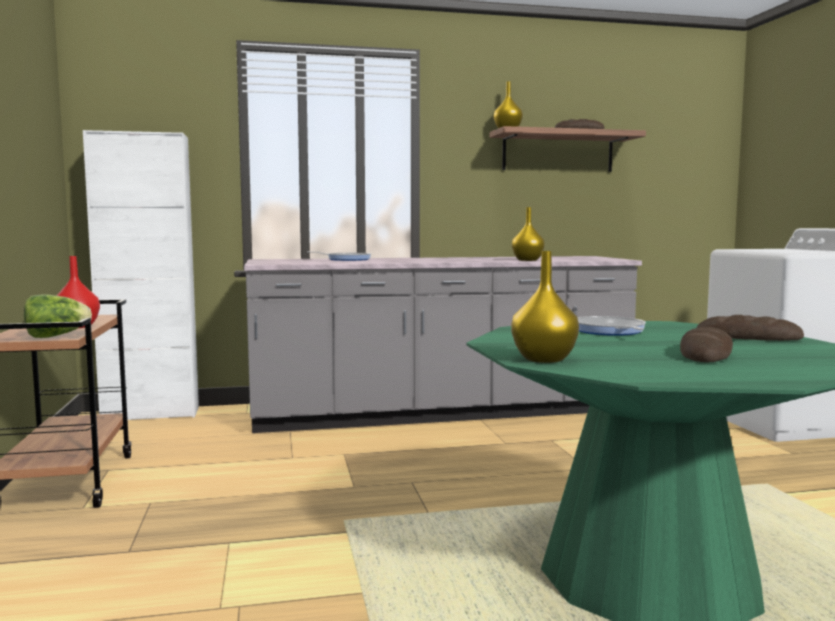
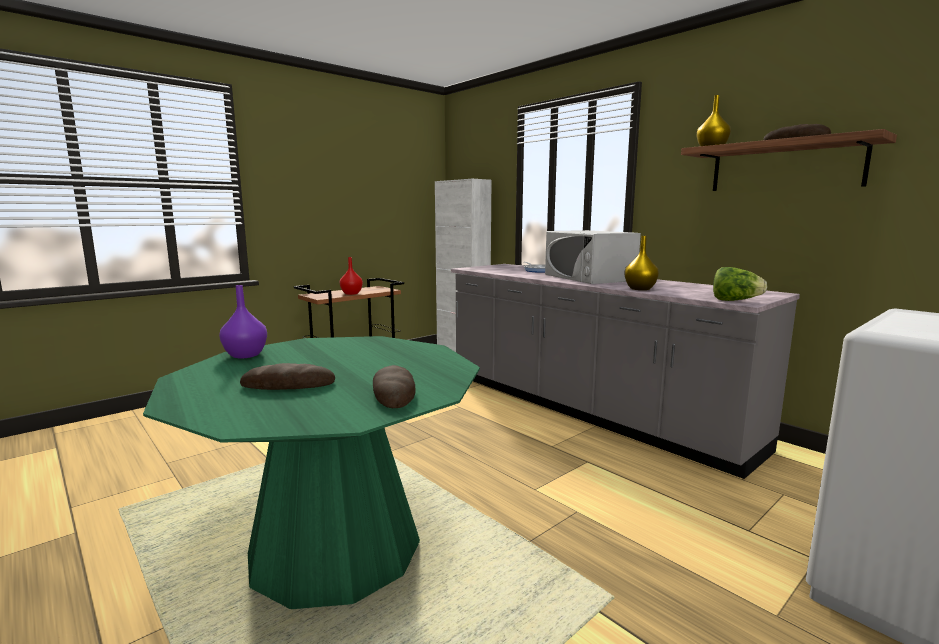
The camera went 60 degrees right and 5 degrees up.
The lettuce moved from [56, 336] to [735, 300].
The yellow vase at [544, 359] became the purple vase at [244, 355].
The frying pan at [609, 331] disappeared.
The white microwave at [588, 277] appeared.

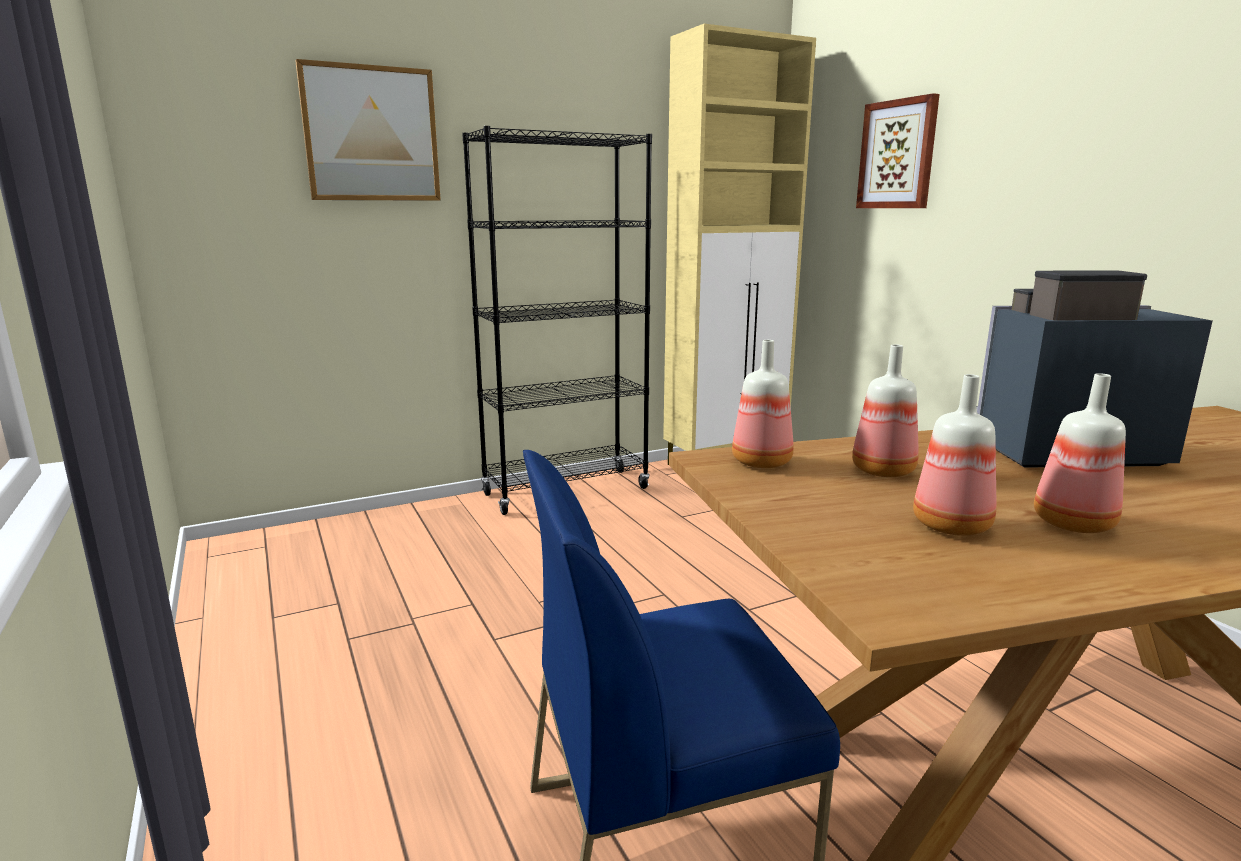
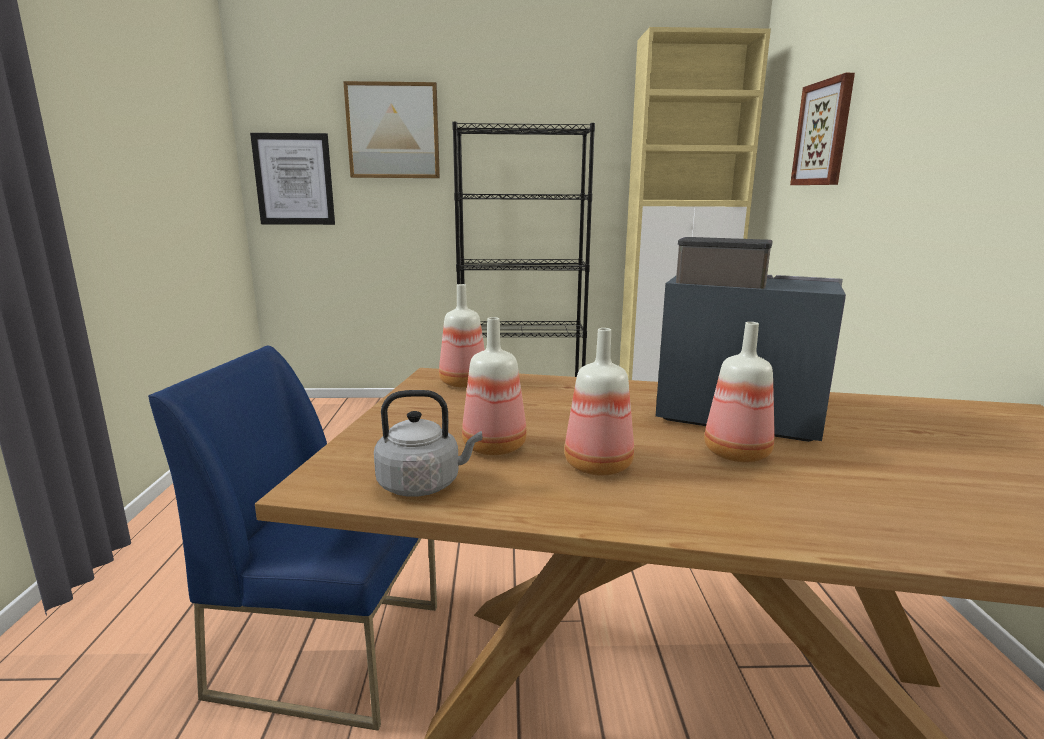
The camera went 25 degrees right and 0 degrees up.
The bottle moved from [881, 470] to [736, 452].
The picture at [294, 179] appeared.
The grey kettle at [423, 485] appeared.

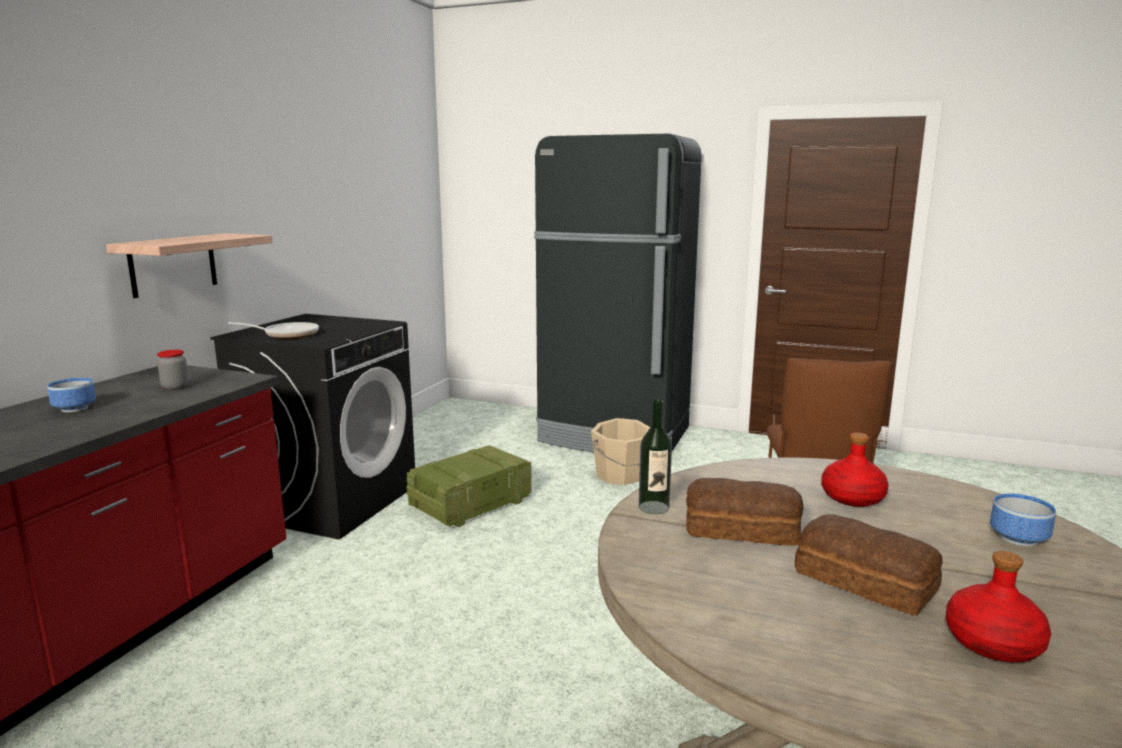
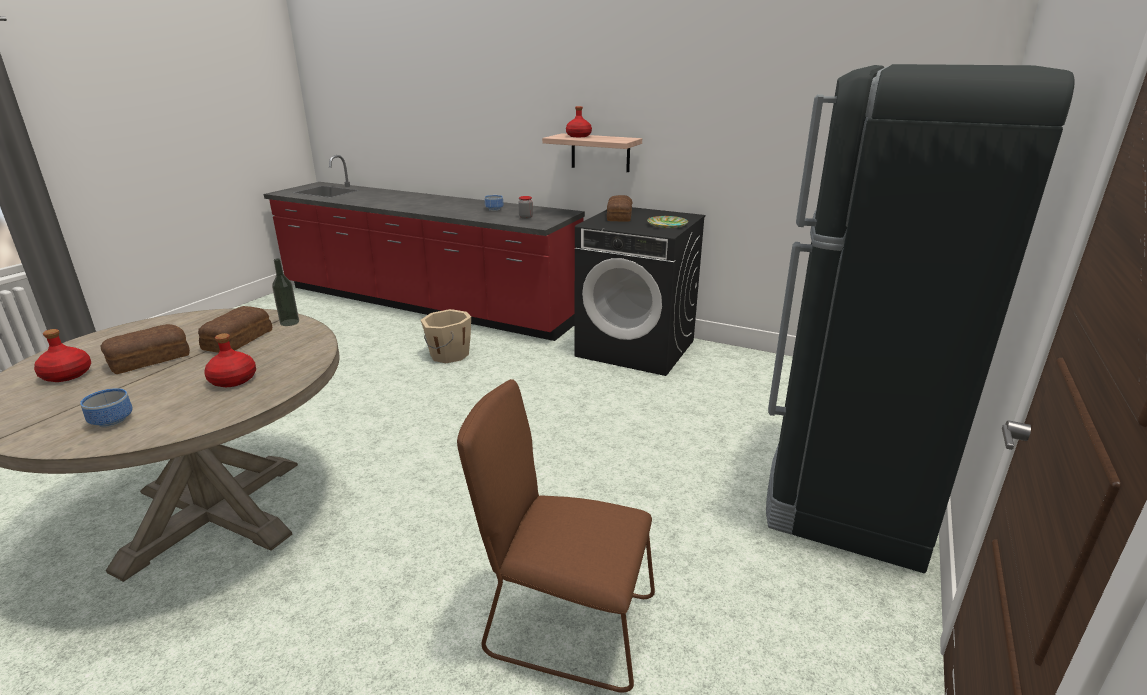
The camera went 95 degrees right and 10 degrees up.
The frying pan at [287, 334] was replaced by the bread at [620, 216].
The crate at [472, 503] disappeared.
The beige bucket moved from [621, 476] to [448, 355].
The red bottle at [579, 136] appeared.
The plate at [667, 224] appeared.

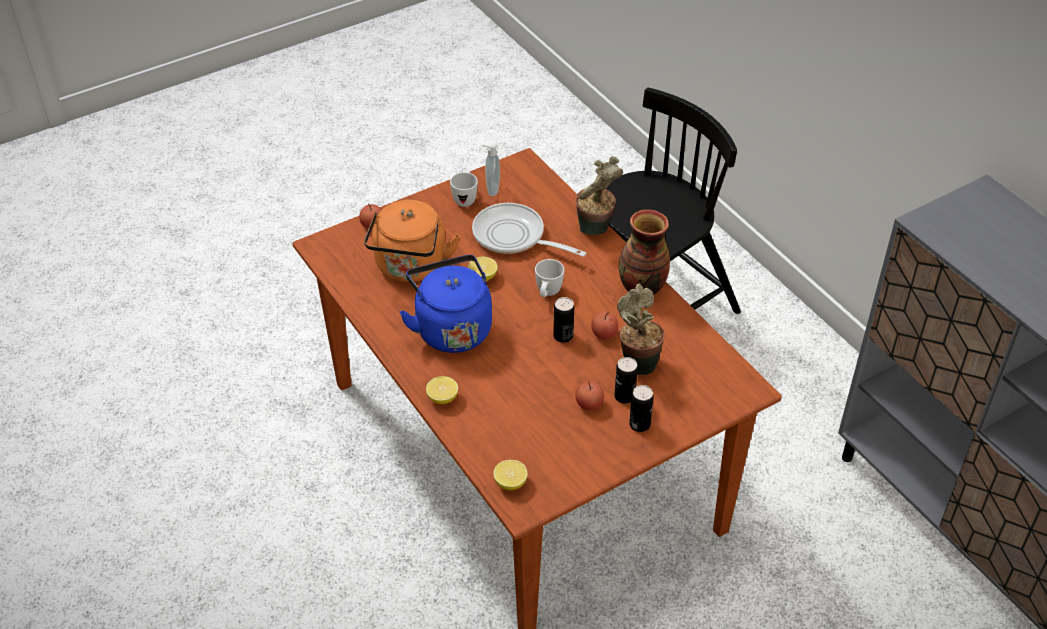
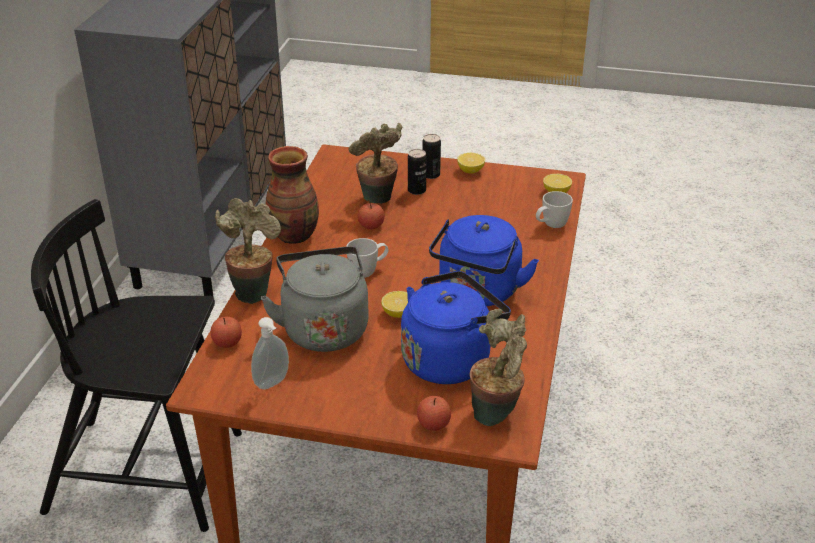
The camera went 135 degrees left and 10 degrees down.
The orange kettle at [410, 268] became the blue kettle at [449, 359].
The lemon moved from [442, 398] to [470, 171].
The white mug moved from [465, 198] to [550, 226].
The frying pan at [514, 237] was replaced by the grey kettle at [323, 328].
The can at [563, 336] disappeared.
The apple moved from [589, 404] to [227, 343].
The potted plant at [497, 414] appeared.

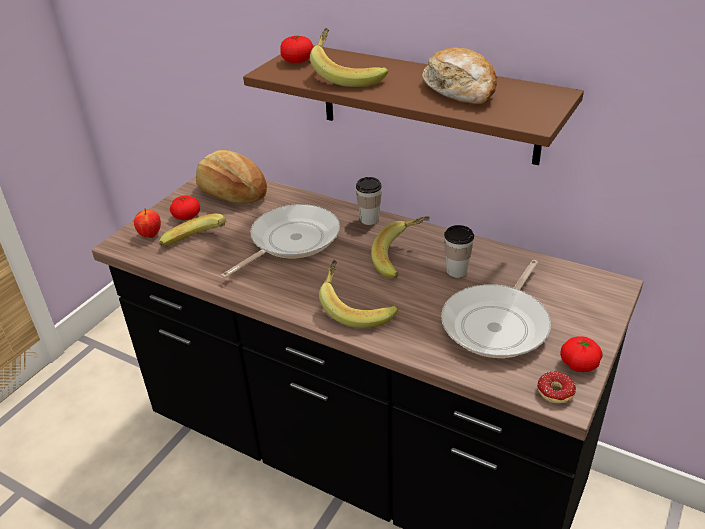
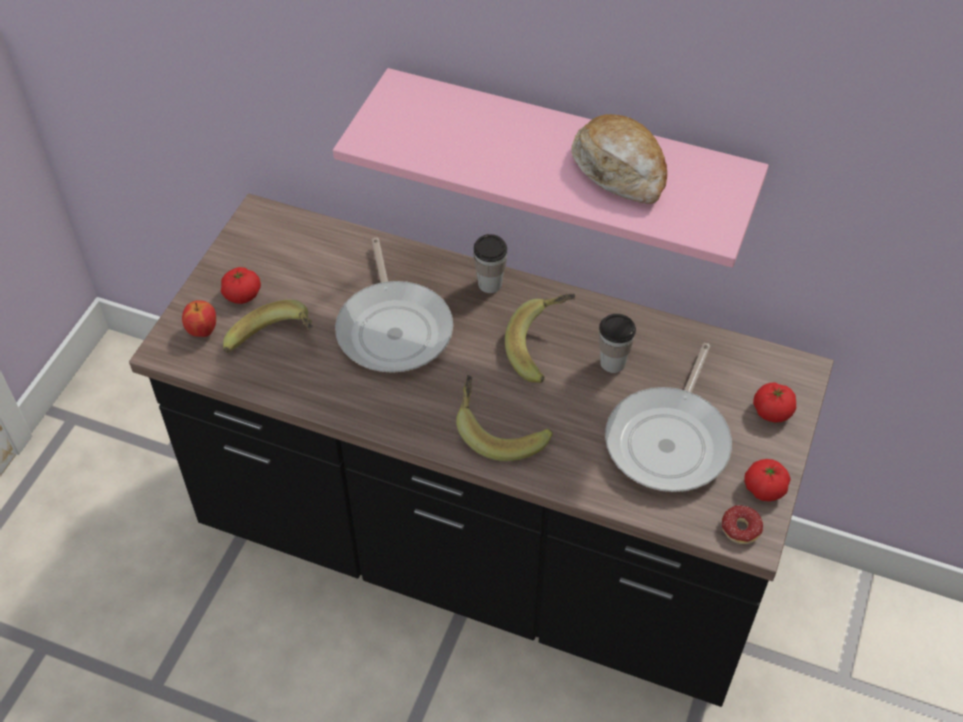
The camera went 10 degrees left and 15 degrees up.
The bread at [232, 193] disappeared.
The frying pan at [290, 241] turned 135 degrees clockwise.
The brown shelf at [427, 103] became the pink shelf at [568, 154].
The tomato moved from [297, 61] to [772, 411].
The banana at [347, 76] disappeared.

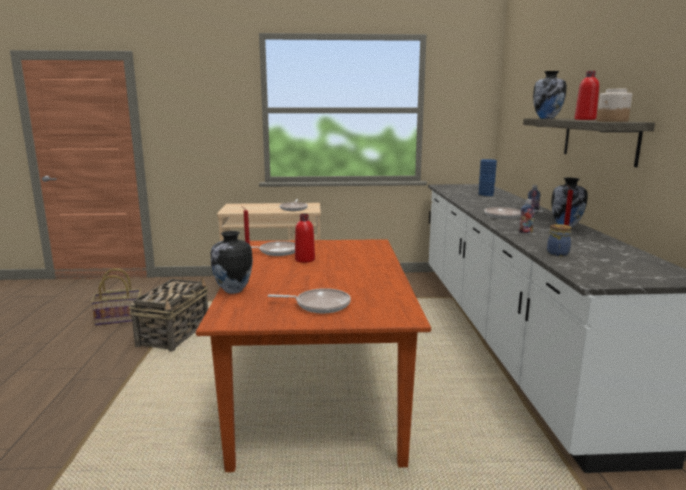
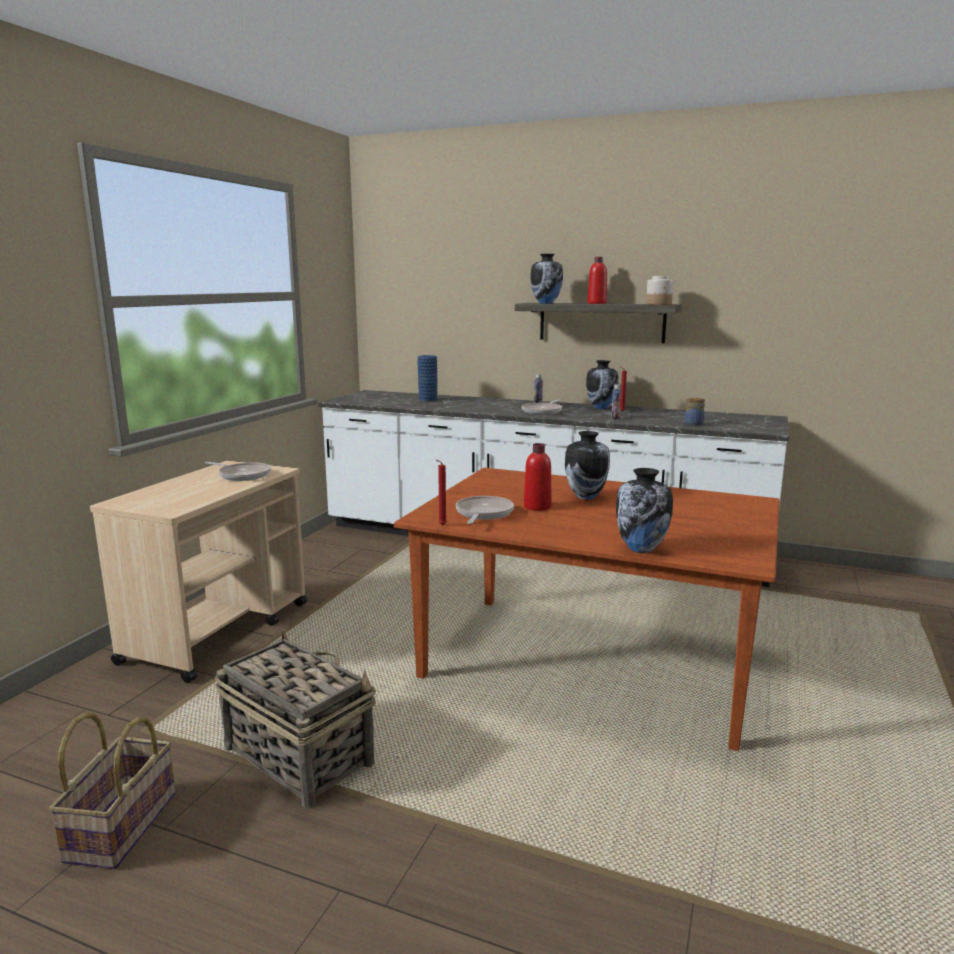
The camera went 65 degrees left and 0 degrees up.
The frying pan at [319, 305] disappeared.
The vase at [585, 496] appeared.

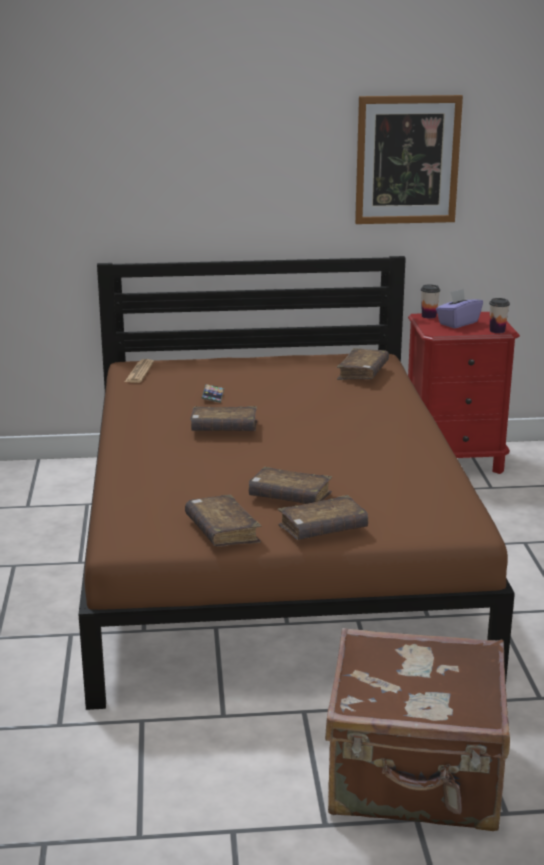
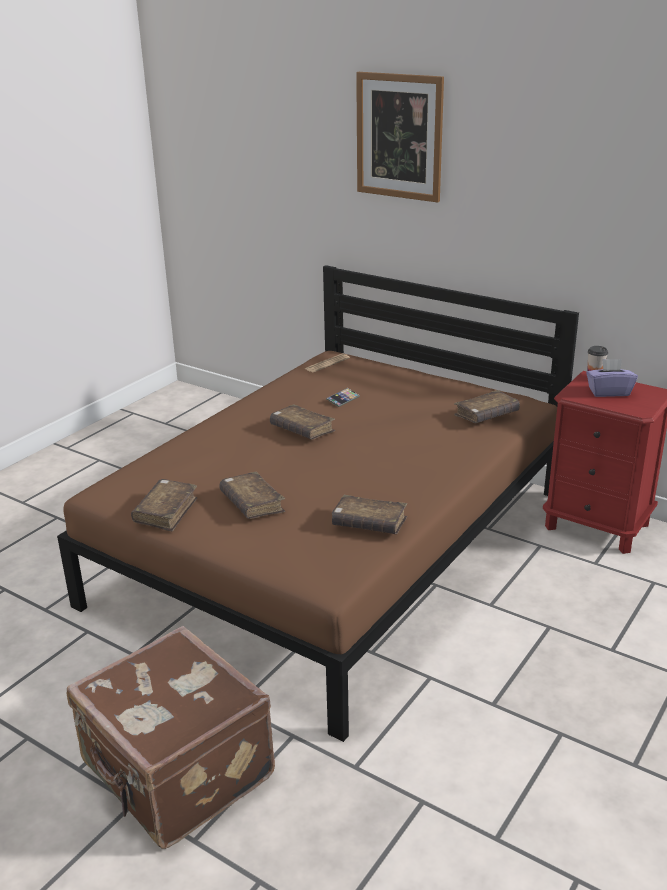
The camera went 40 degrees right and 5 degrees up.
The brown book moved from [322, 529] to [369, 524].
The picture moved from [407, 160] to [399, 136].
The cup at [497, 331] disappeared.

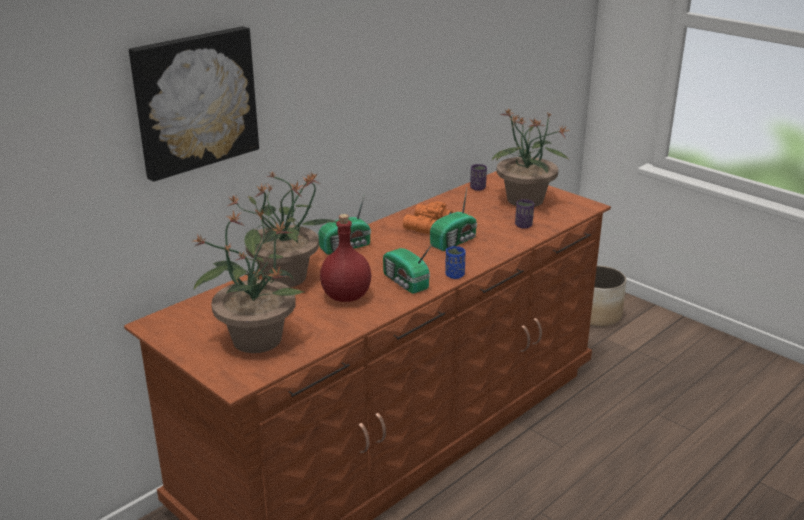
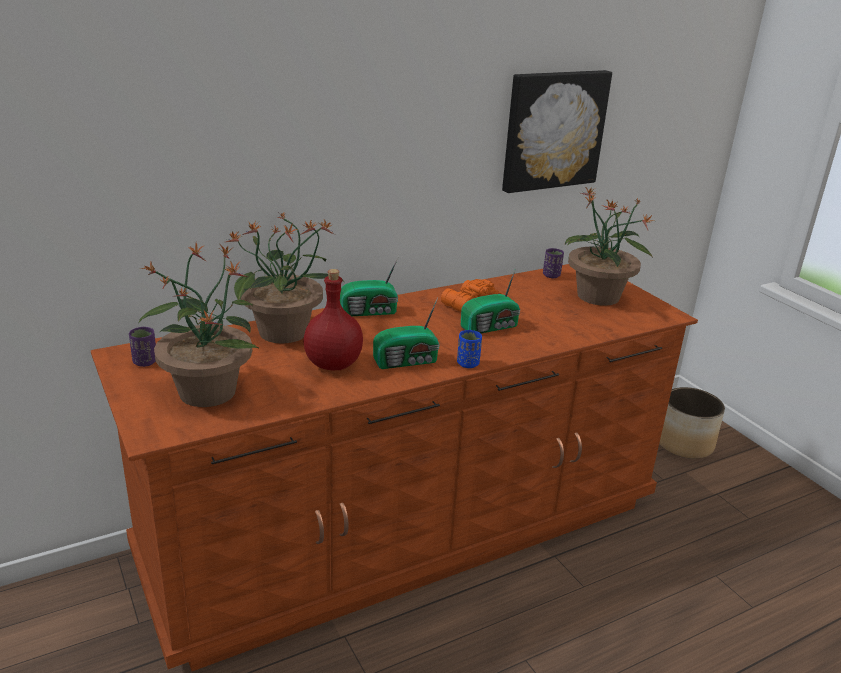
The camera went 15 degrees right and 0 degrees up.
The picture moved from [194, 101] to [553, 130].
The radio at [405, 282] turned 90 degrees counterclockwise.
The purple cup moved from [523, 225] to [145, 362].

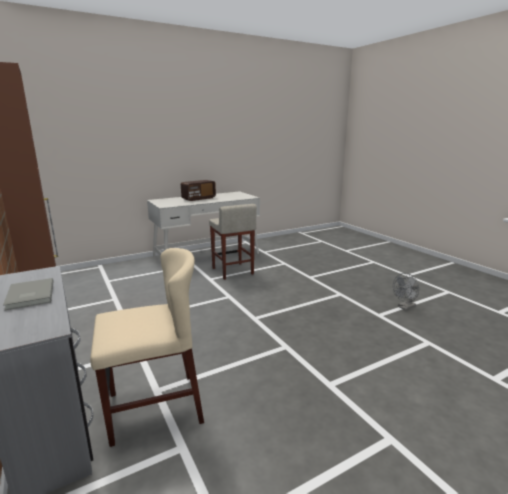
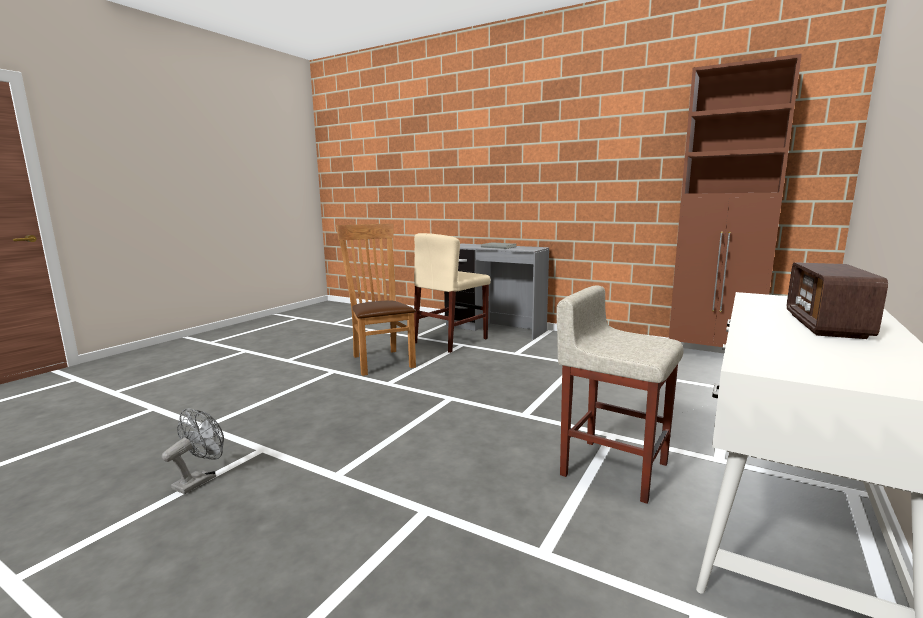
The camera went 150 degrees right and 5 degrees down.
The brown chair at [380, 360] appeared.

